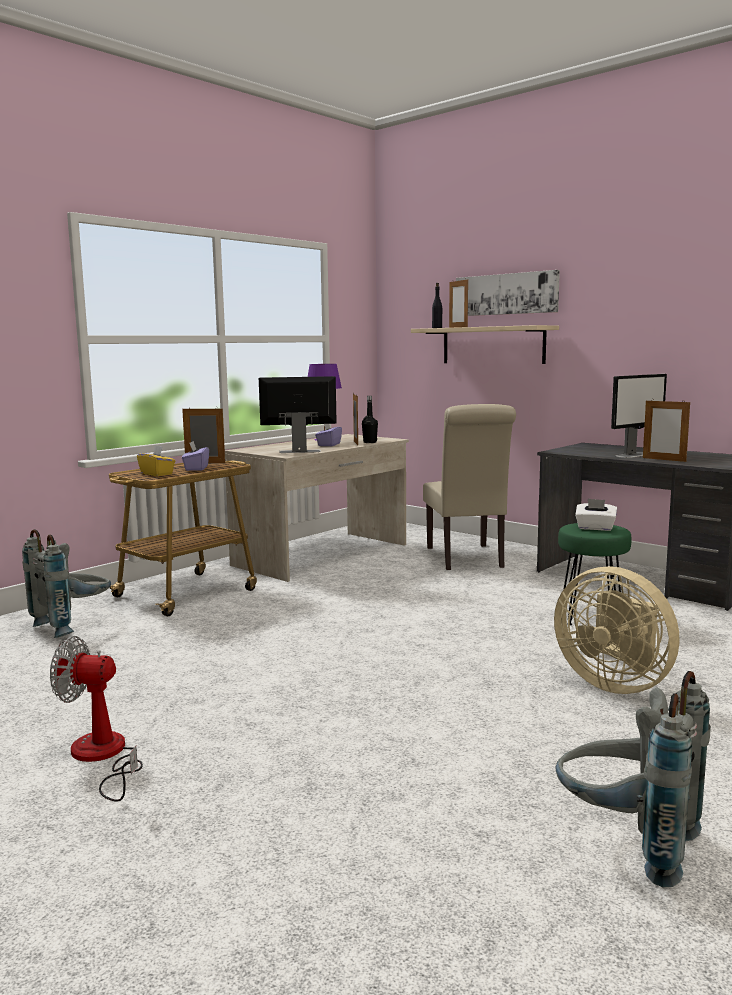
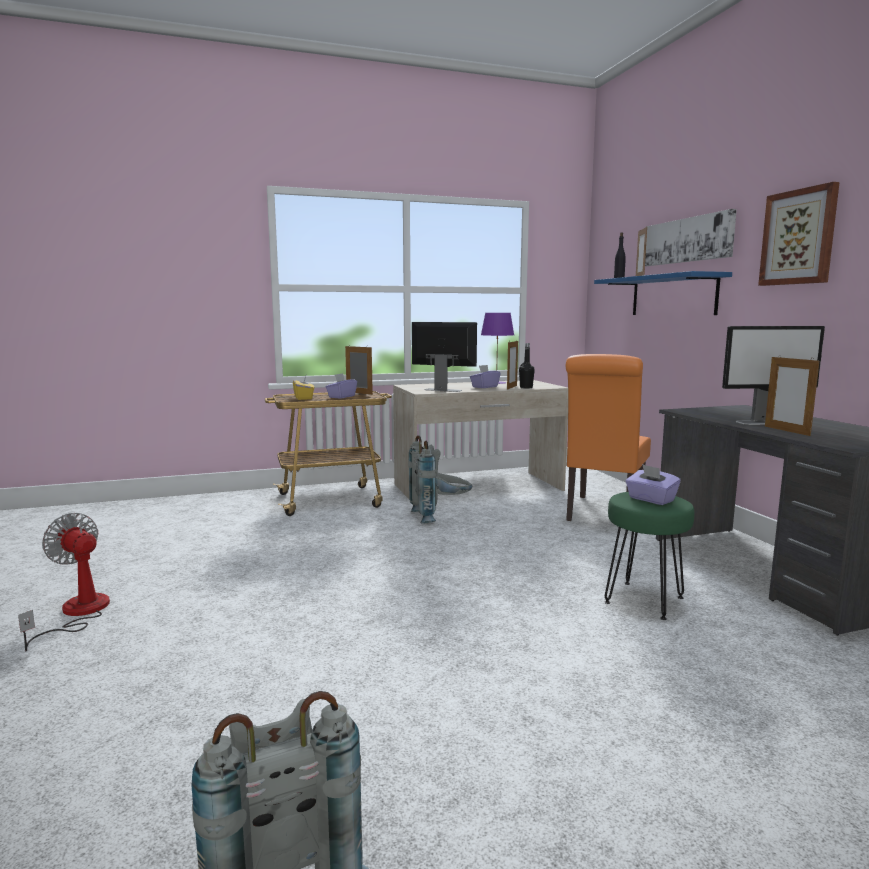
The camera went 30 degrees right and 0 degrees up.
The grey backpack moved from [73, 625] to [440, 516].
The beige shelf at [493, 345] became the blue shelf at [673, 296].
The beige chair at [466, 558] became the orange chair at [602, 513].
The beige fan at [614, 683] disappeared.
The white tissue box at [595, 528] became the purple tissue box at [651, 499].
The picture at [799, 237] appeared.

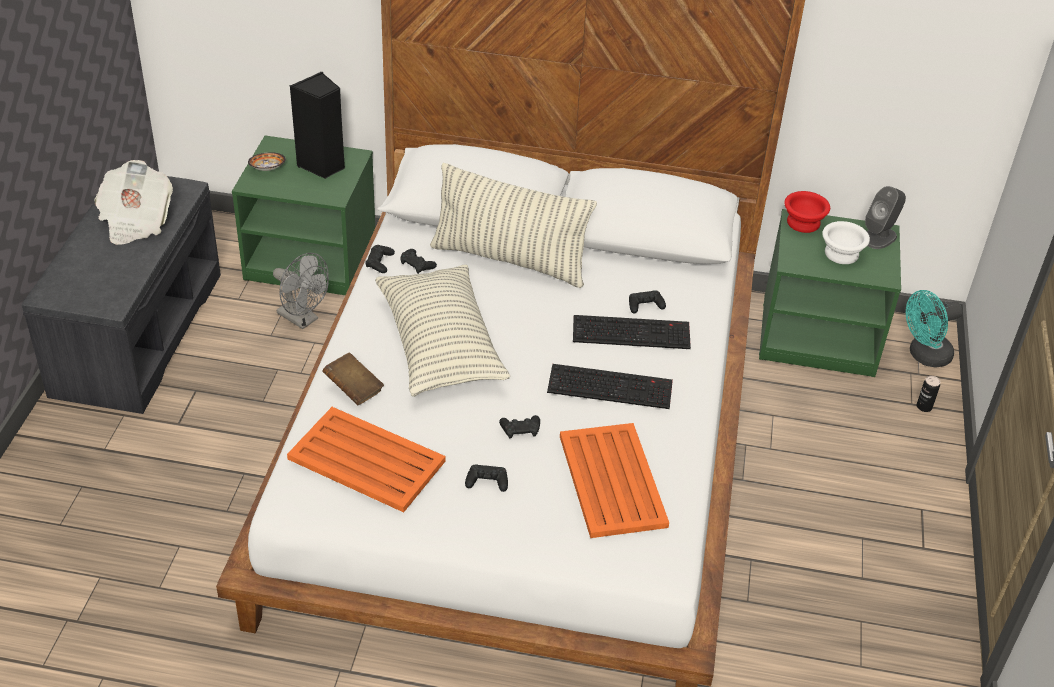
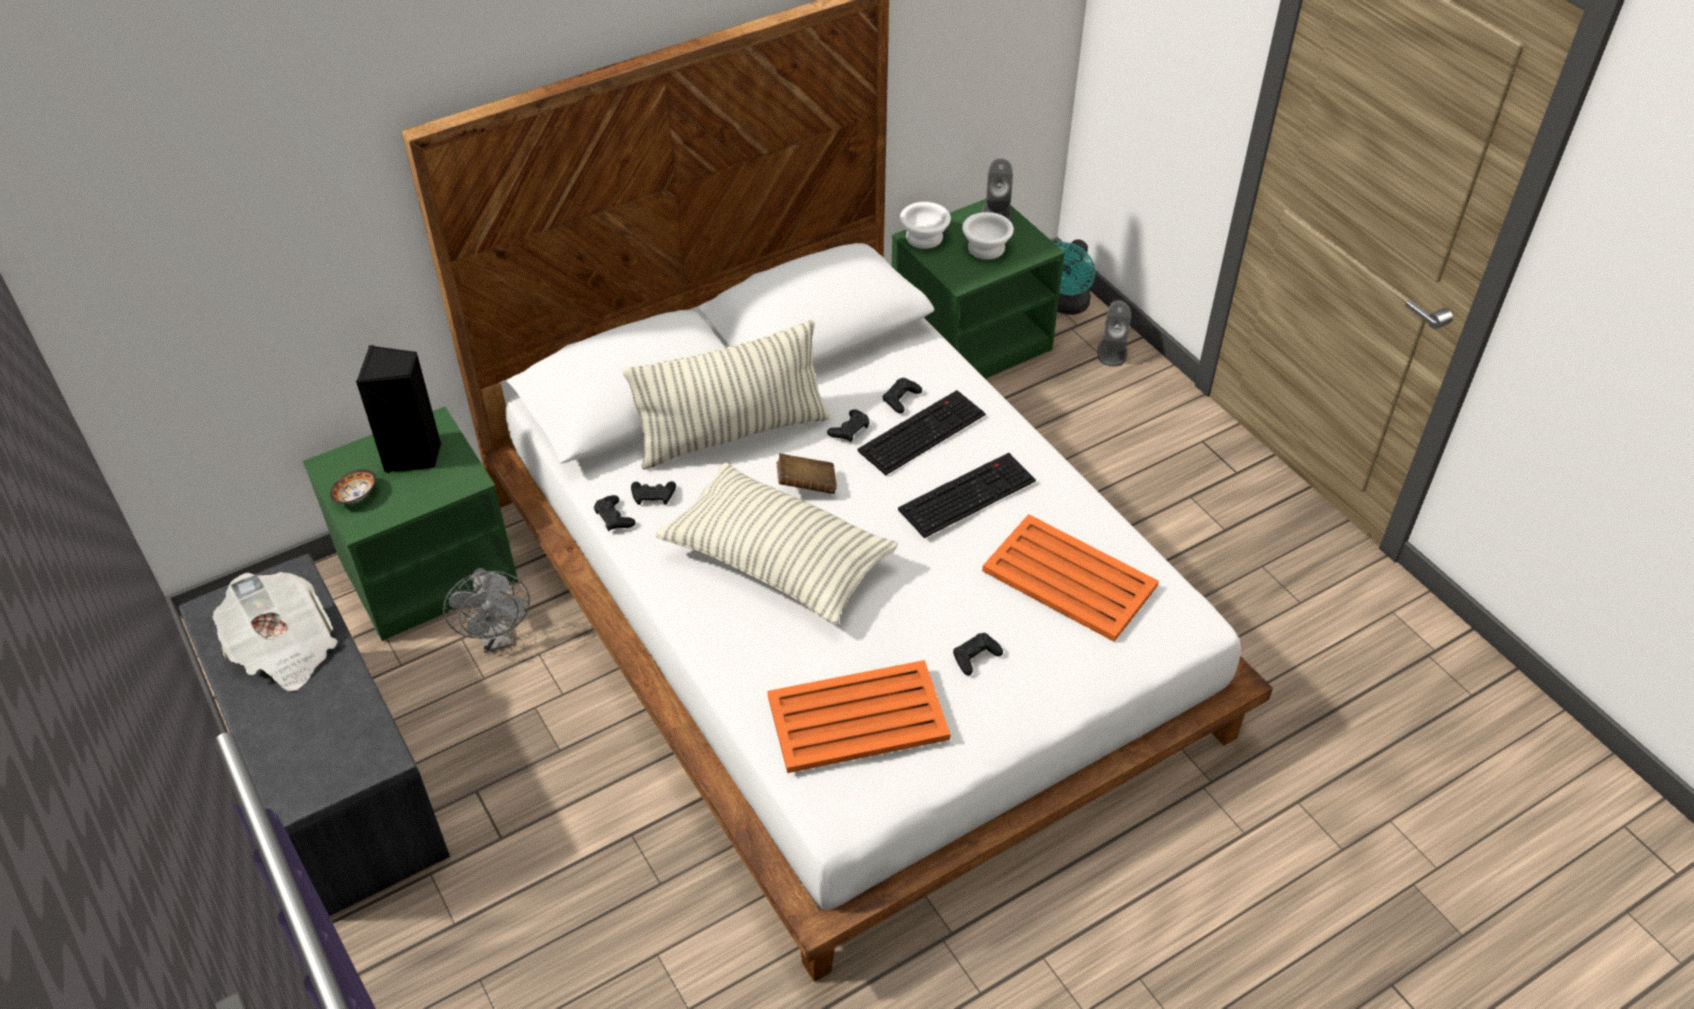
The camera went 40 degrees left and 5 degrees up.
The grey fan at [302, 319] turned 75 degrees clockwise.
The brown book moved from [353, 389] to [806, 485].
The black game controller moved from [520, 429] to [849, 430].
The red bowl at [804, 223] became the white bowl at [926, 237].
The can at [924, 407] was replaced by the grey speaker at [1112, 351].

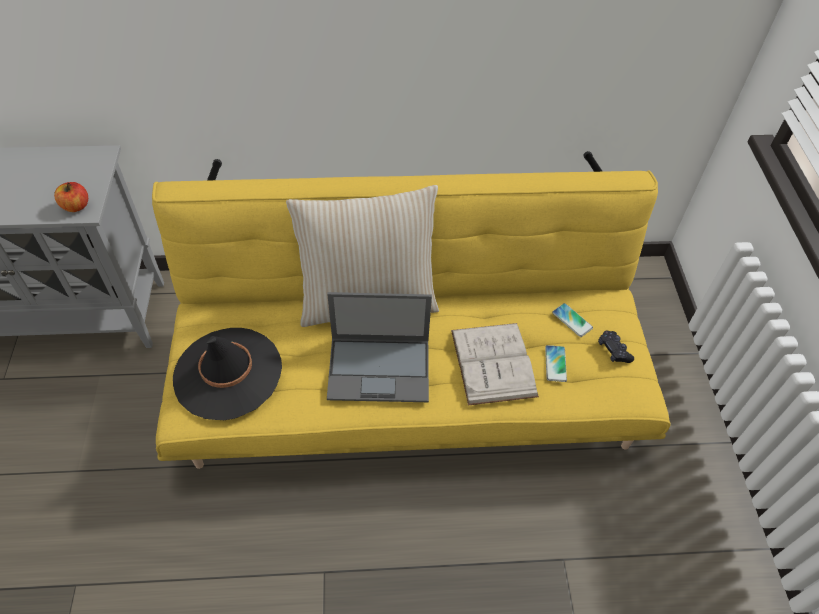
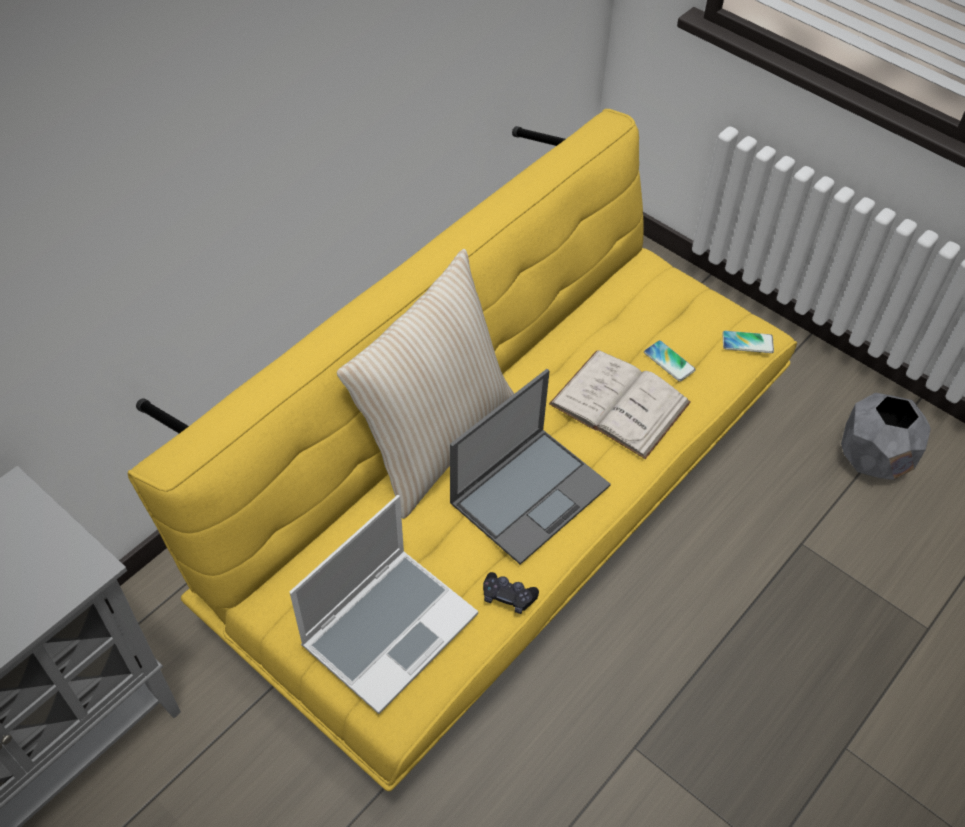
The camera went 45 degrees left and 0 degrees up.
The apple at [76, 206] disappeared.
The black hat at [227, 373] was replaced by the laptop at [390, 627].
The phone moved from [572, 320] to [747, 342].
The black game controller moved from [613, 350] to [508, 597].
The grey planter at [874, 458] appeared.

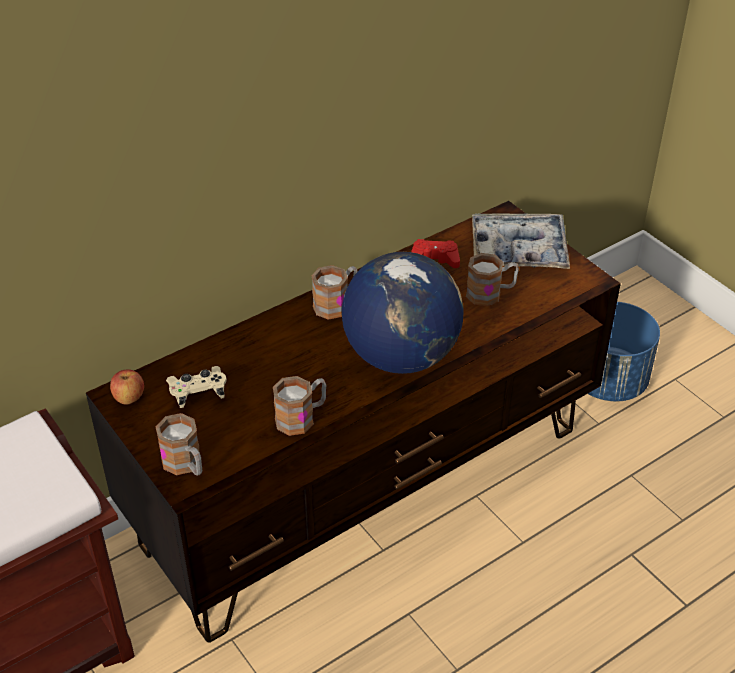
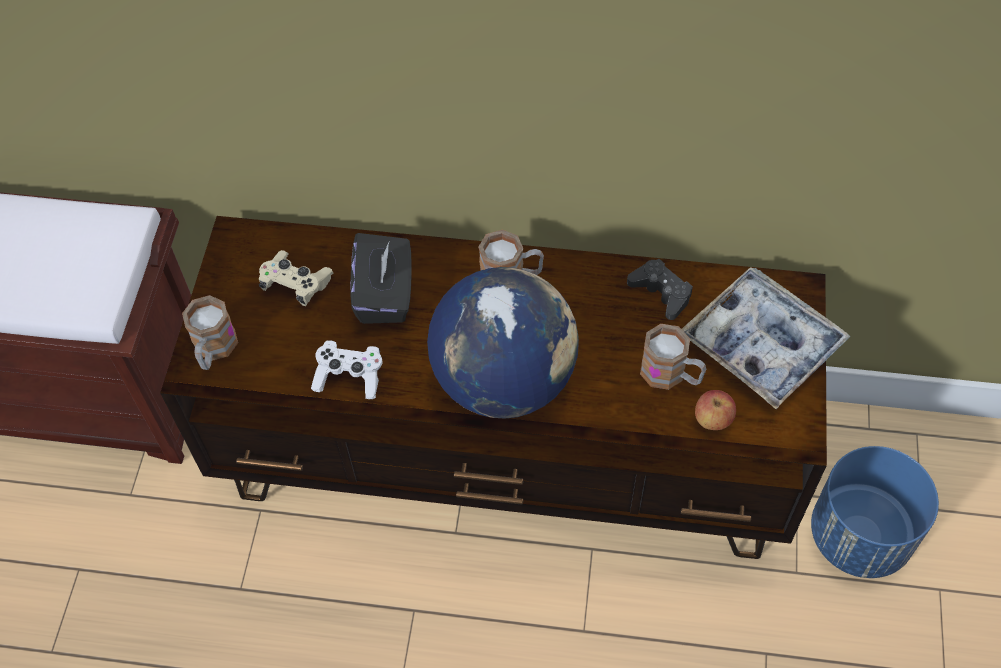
The camera went 45 degrees right and 15 degrees up.
The apple moved from [129, 398] to [712, 420].
The mug at [302, 417] was replaced by the white game controller at [350, 377].
The red game controller at [434, 259] became the black game controller at [661, 292].
The black tissue box at [385, 295] appeared.

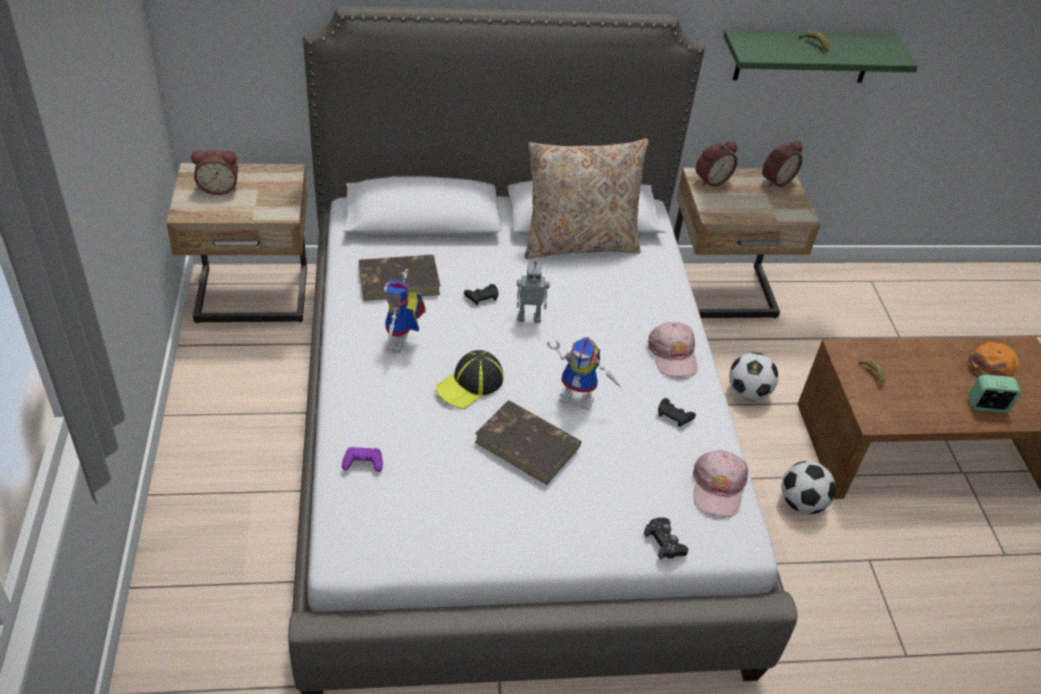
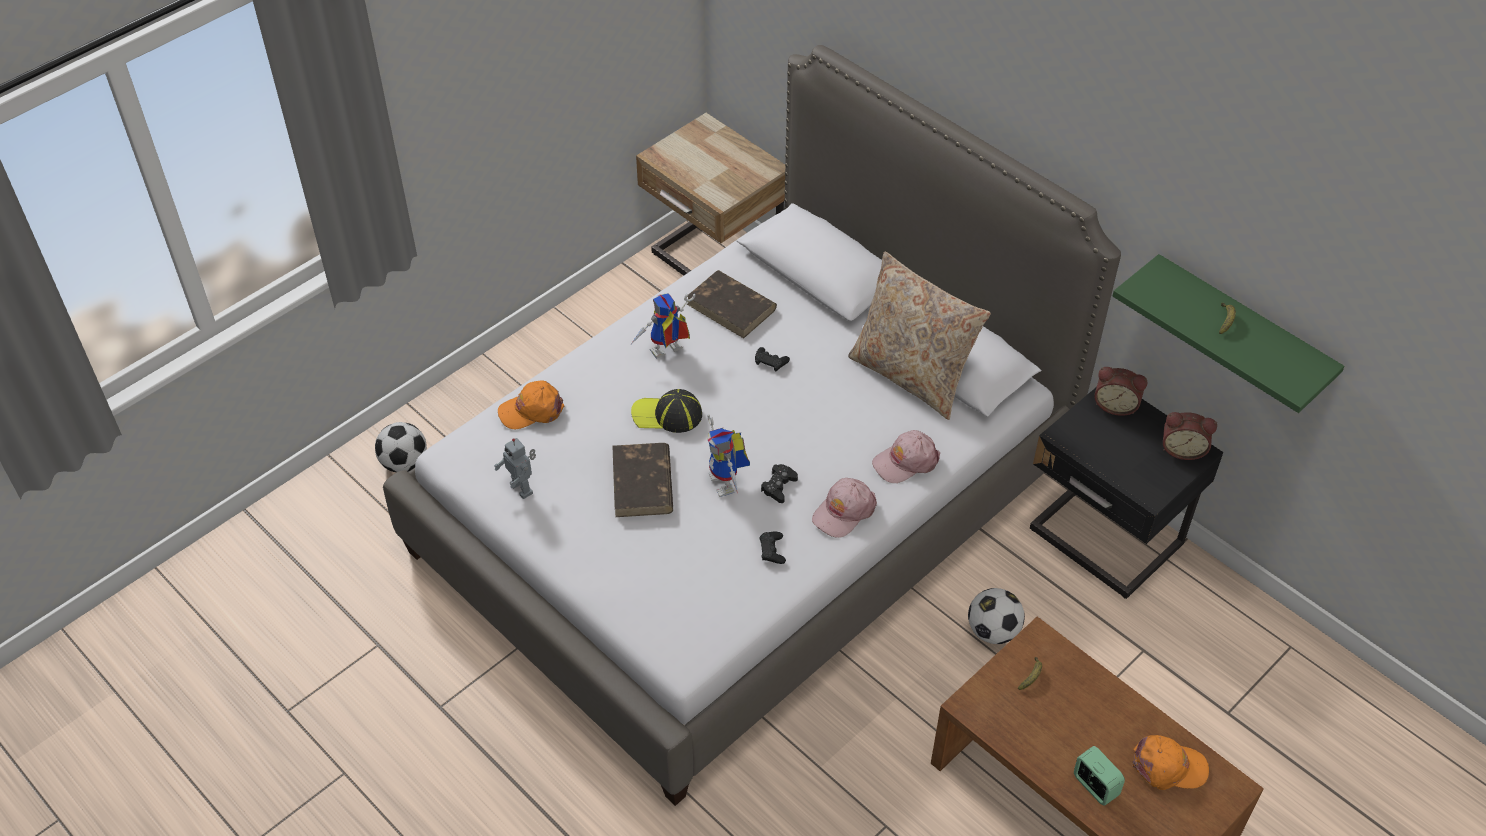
The camera went 55 degrees right and 5 degrees up.
The alarm clock at [219, 188] disappeared.
The purple game controller at [363, 462] was replaced by the orange cap at [531, 410].
The toy robot moved from [529, 317] to [523, 488].
The black game controller moved from [664, 542] to [779, 486].
The beige nightstand at [722, 295] became the black nightstand at [1103, 541].
The pink cap moved from [718, 488] to [905, 461].
The football moved from [801, 503] to [404, 463].

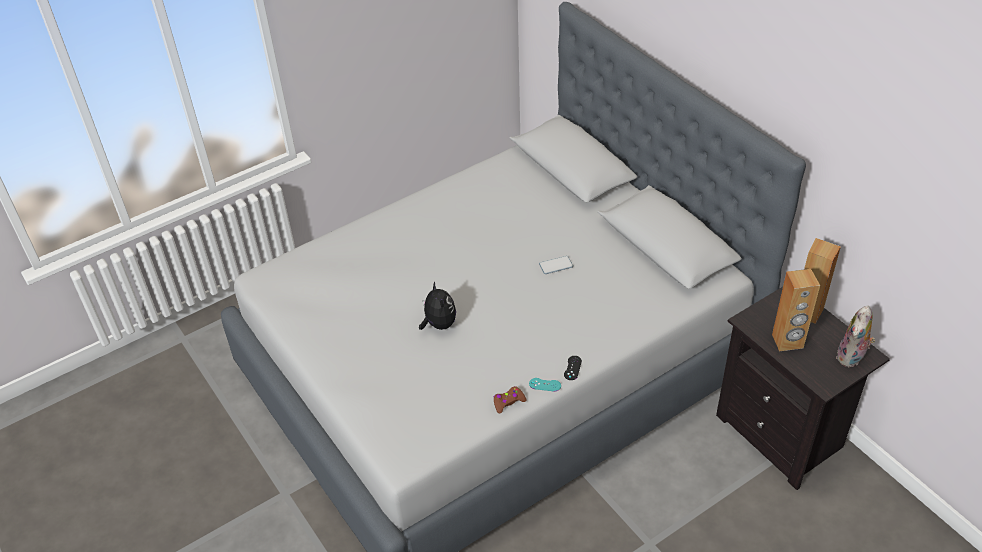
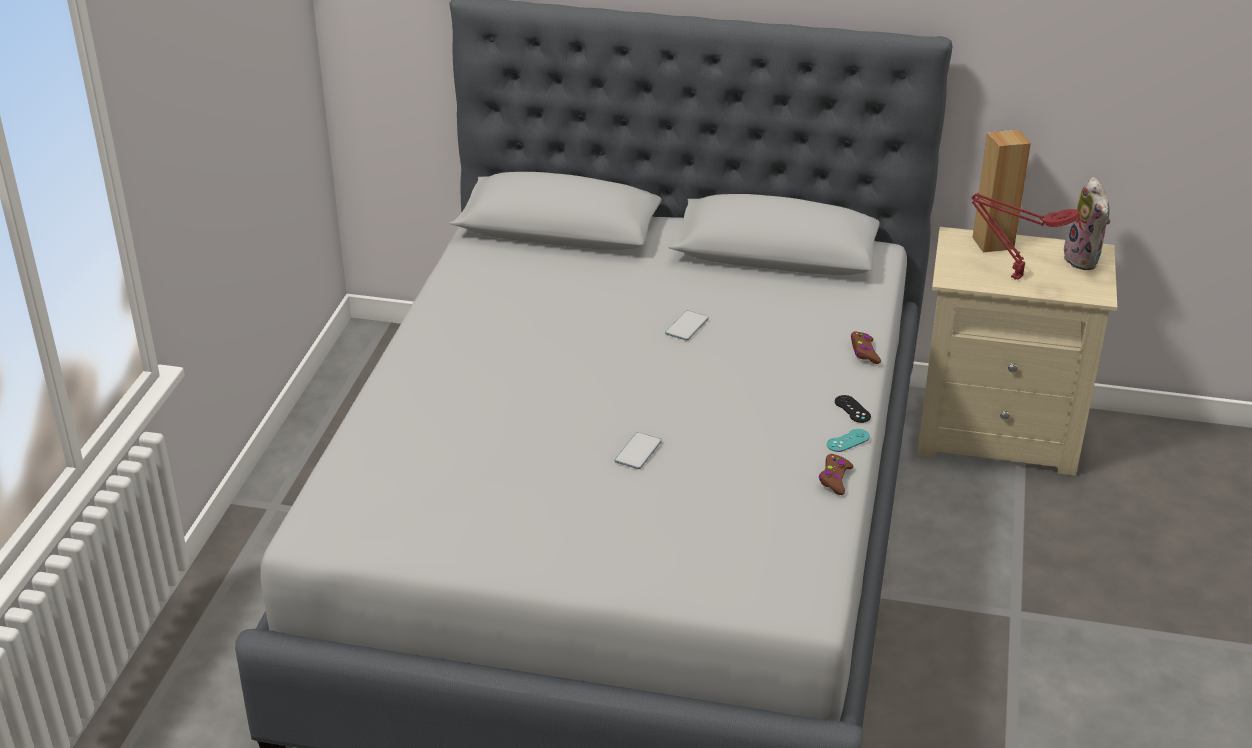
The camera went 45 degrees left and 10 degrees down.
The plush toy at [438, 324] was replaced by the phone at [638, 452].
The black nightstand at [783, 433] became the beige nightstand at [998, 434].
The brown speaker at [787, 341] was replaced by the red table lamp at [1013, 276].
The brown game controller at [864, 352] appeared.

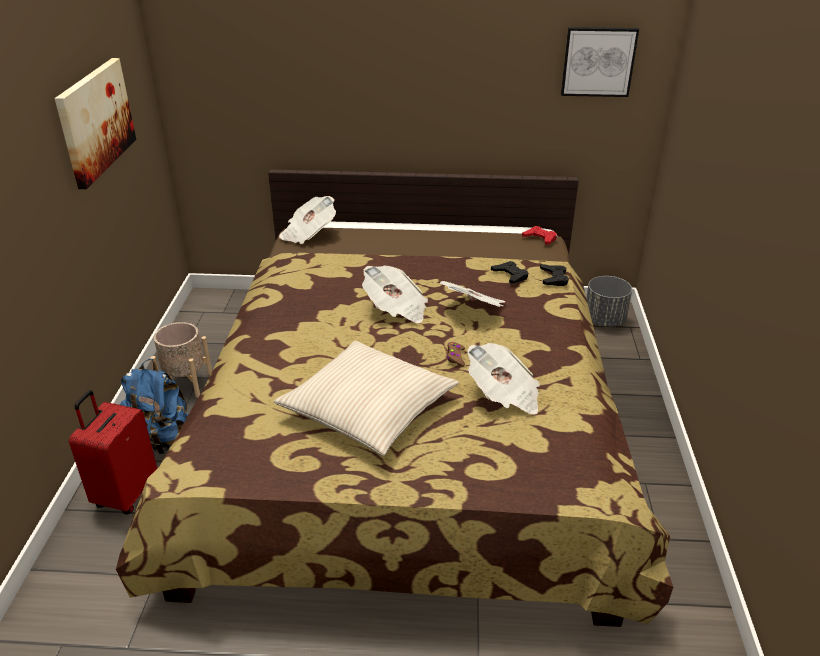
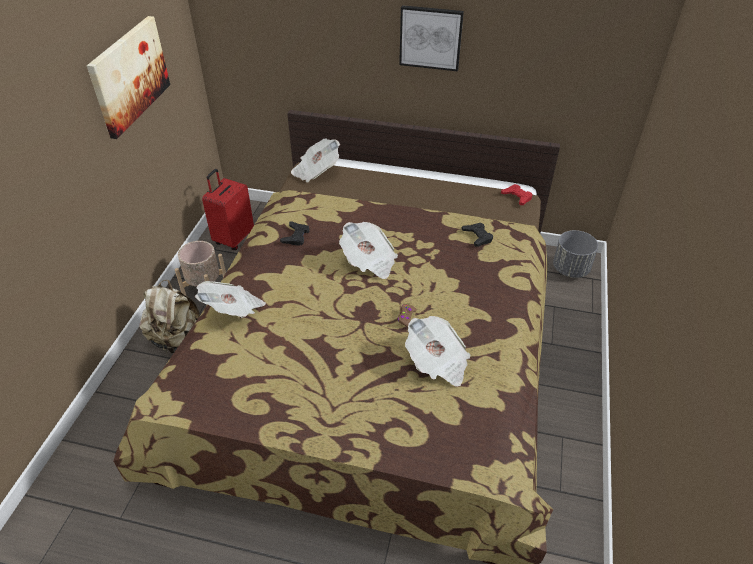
The camera went 10 degrees right and 10 degrees up.
The red suitcase moved from [125, 493] to [233, 238].
The blue backpack at [160, 440] became the beige backpack at [176, 339].
The beige pillow at [368, 408] disappeared.
The newspaper moved from [474, 309] to [233, 310].
The black game controller moved from [553, 278] to [296, 236].
The picture moved from [598, 61] to [430, 37].

